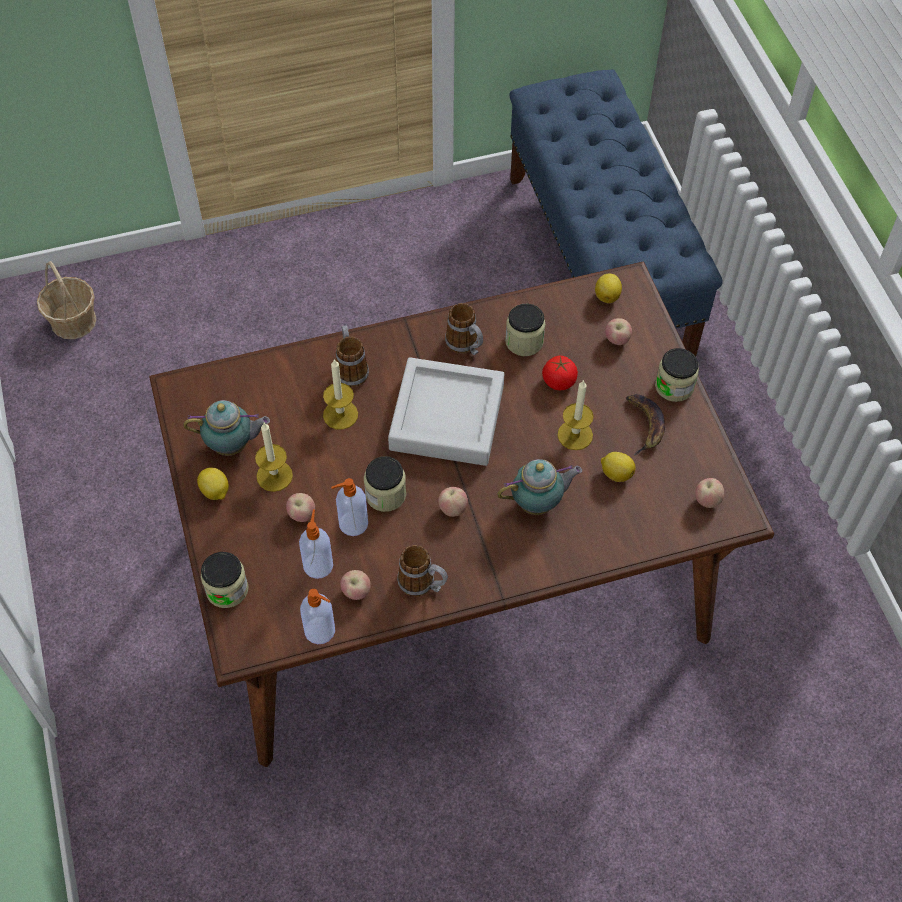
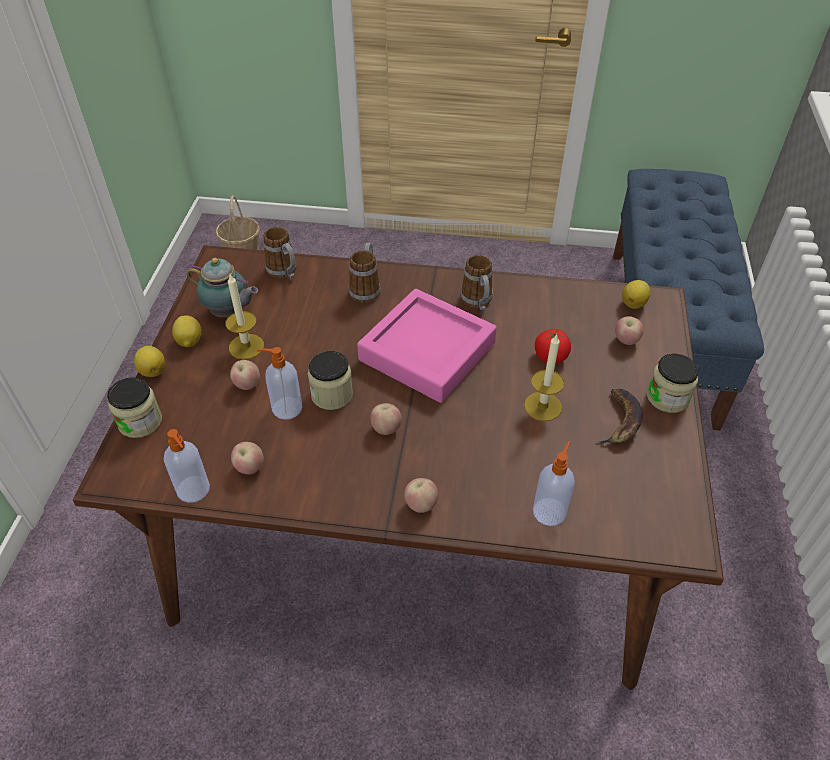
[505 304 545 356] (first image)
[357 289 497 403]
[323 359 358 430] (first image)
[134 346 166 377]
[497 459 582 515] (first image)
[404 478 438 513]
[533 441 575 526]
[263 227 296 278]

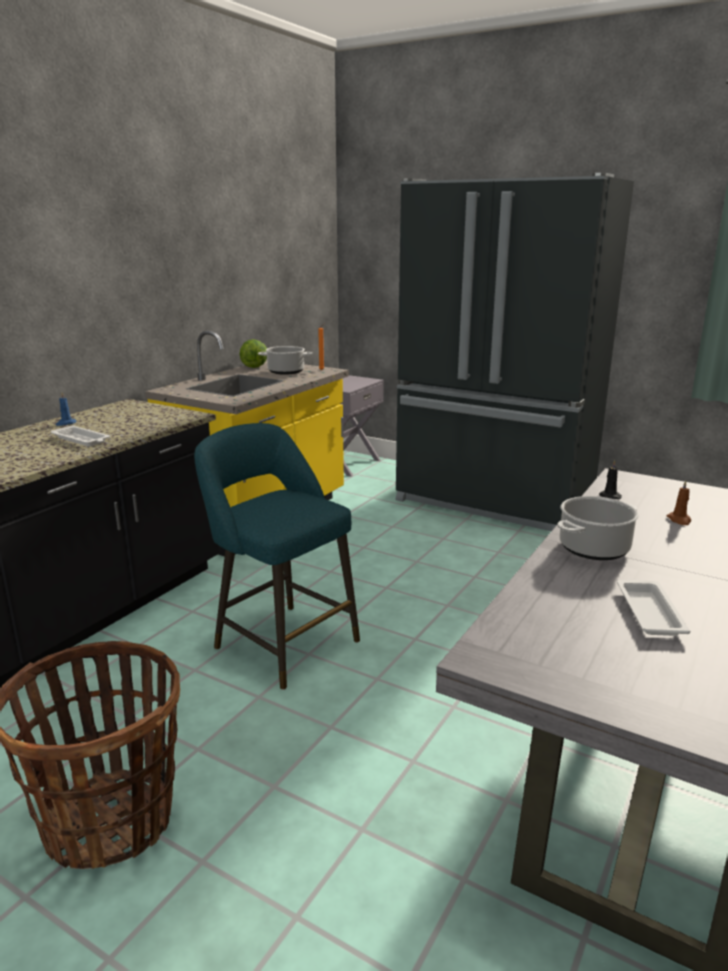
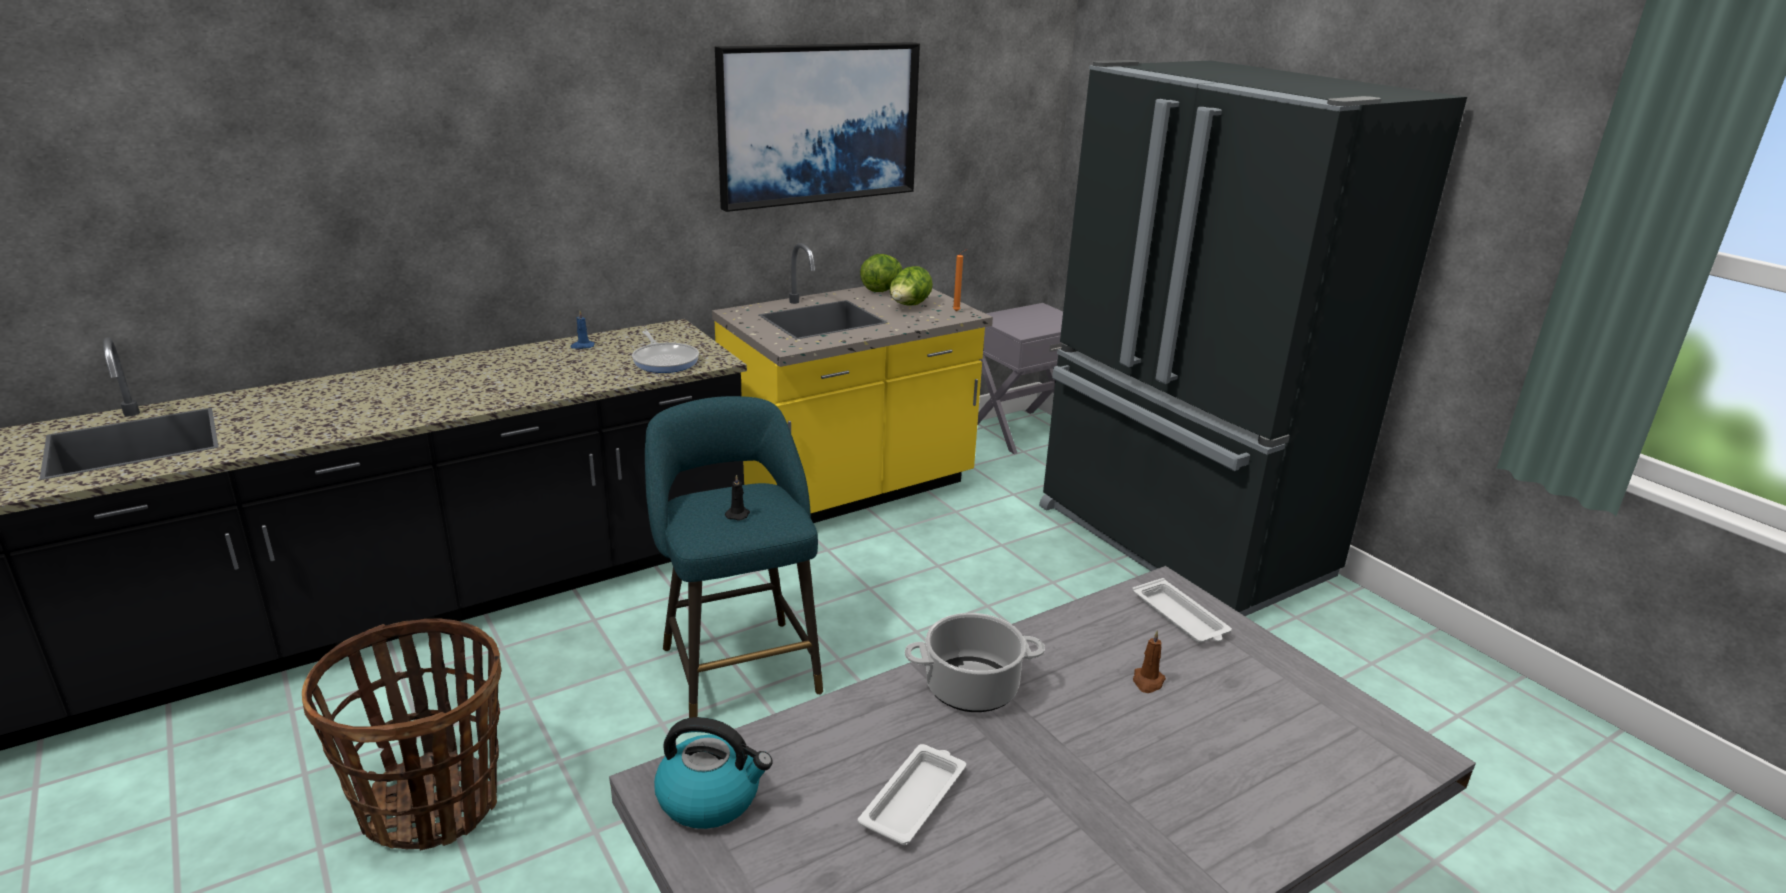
[890 266 933 306]
[1132 578 1232 643]
[725 474 750 521]
[715 42 920 212]
[632 331 699 373]
[654 717 773 829]

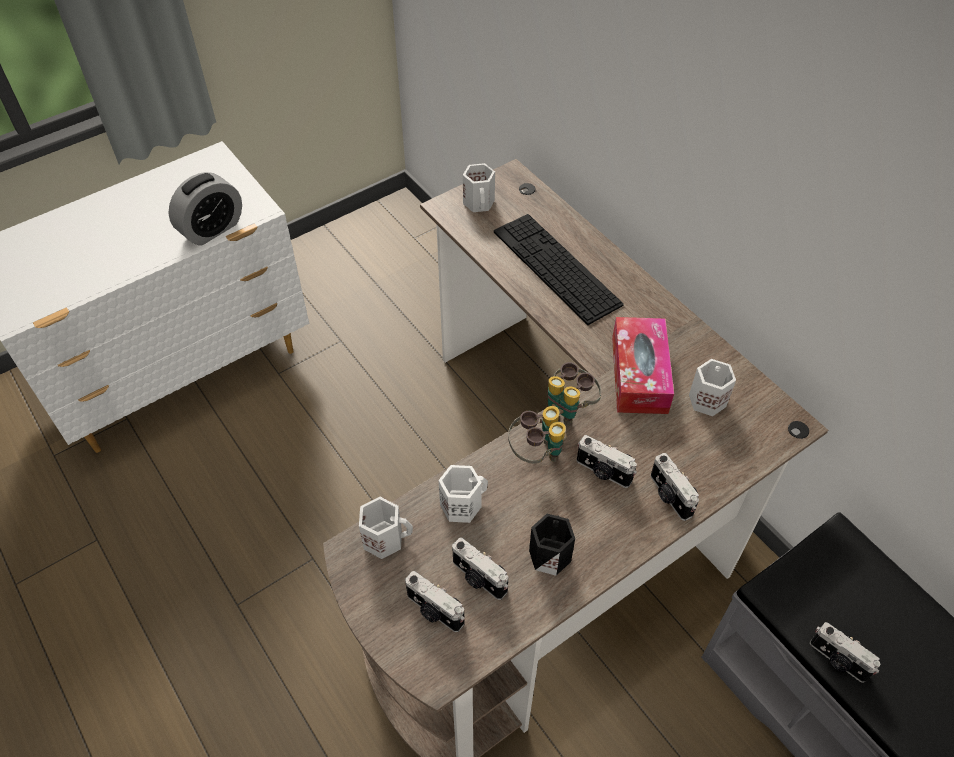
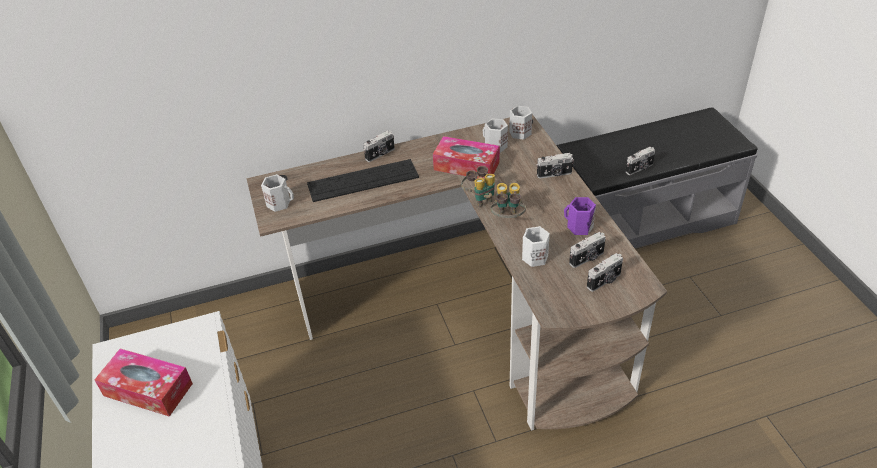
[169 172 242 246] (first image)
[363 131 395 162]
[509 106 532 140]
[564 197 596 235]
[94 349 193 417]

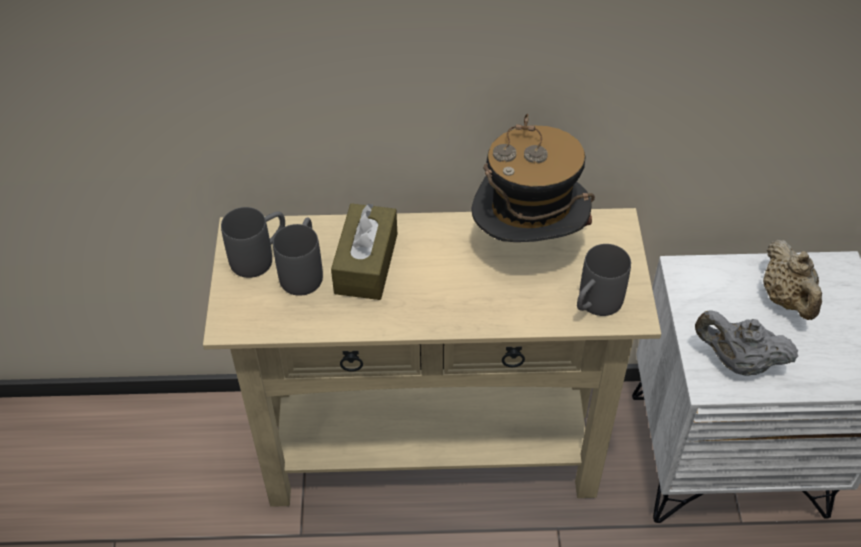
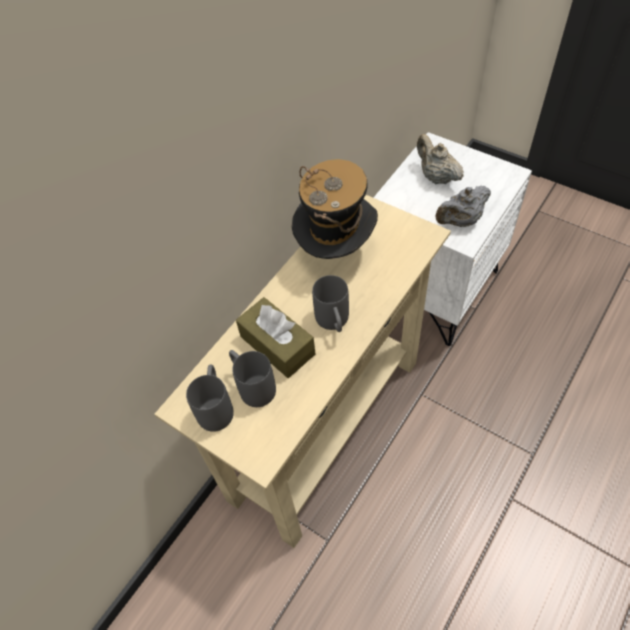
[417 134 464 184]
[312 275 349 332]

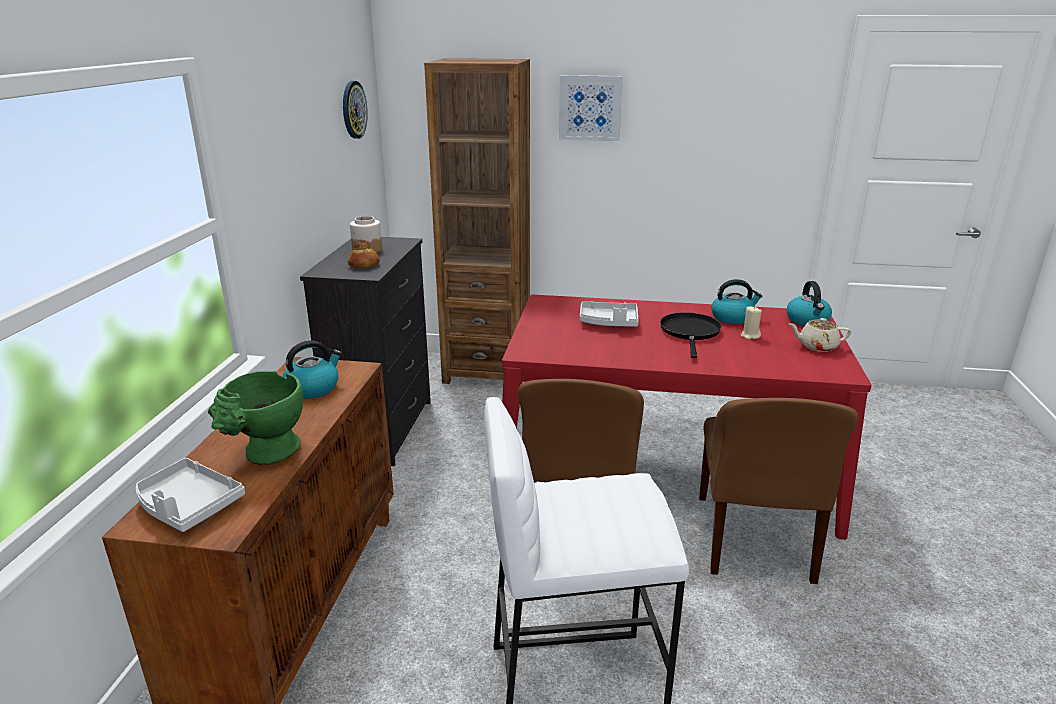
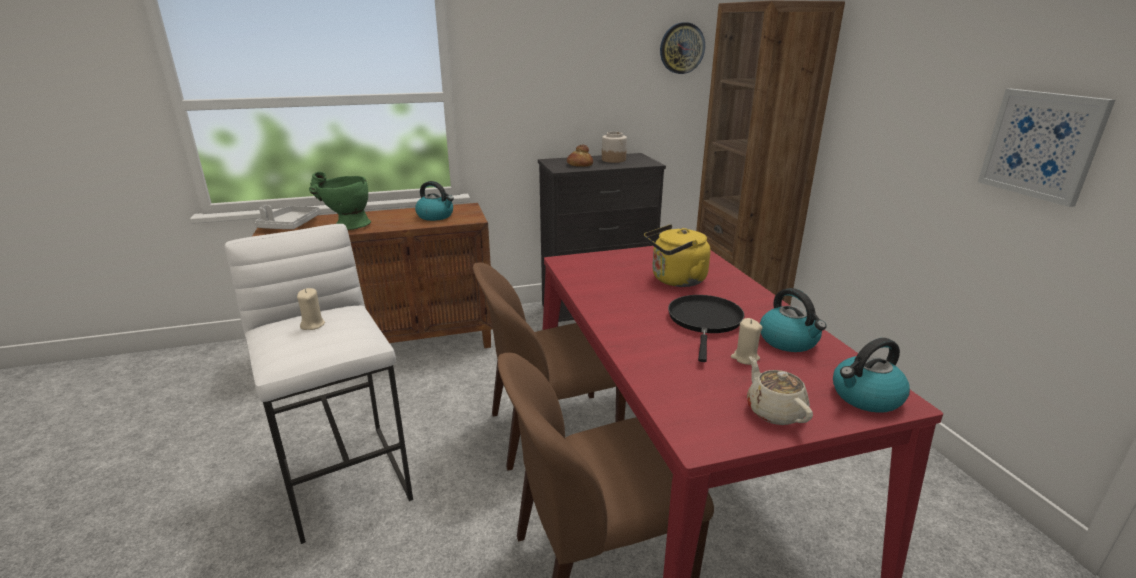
[978 89 1115 207]
[644 224 710 287]
[668 295 744 362]
[297 288 325 330]

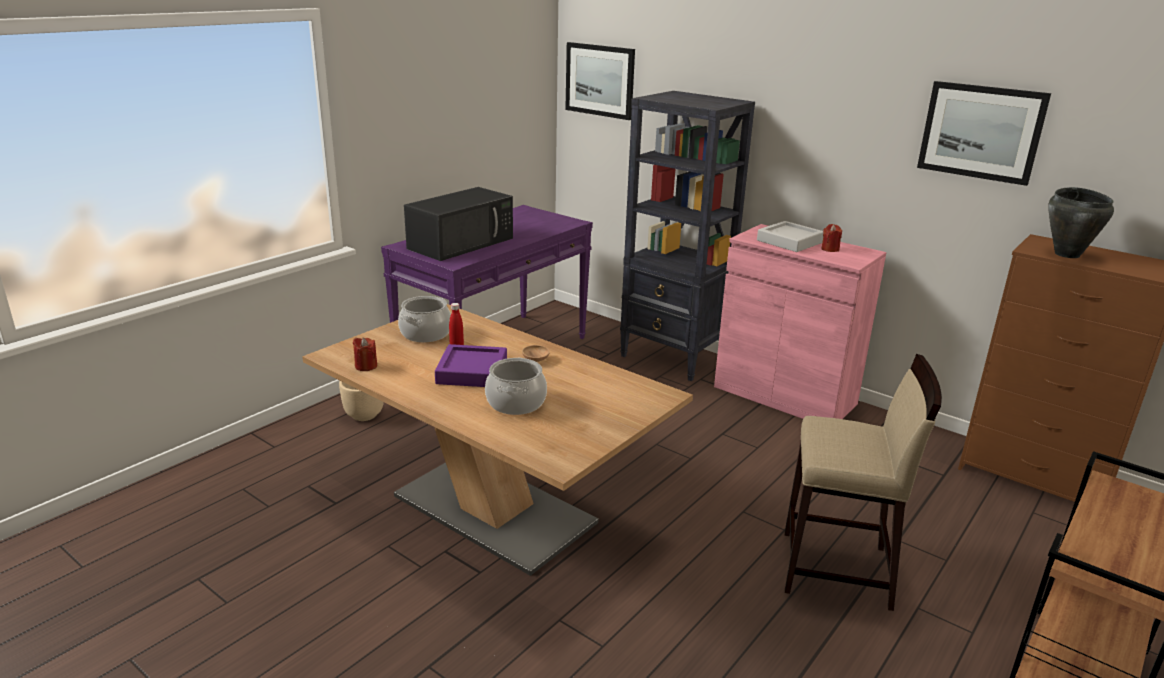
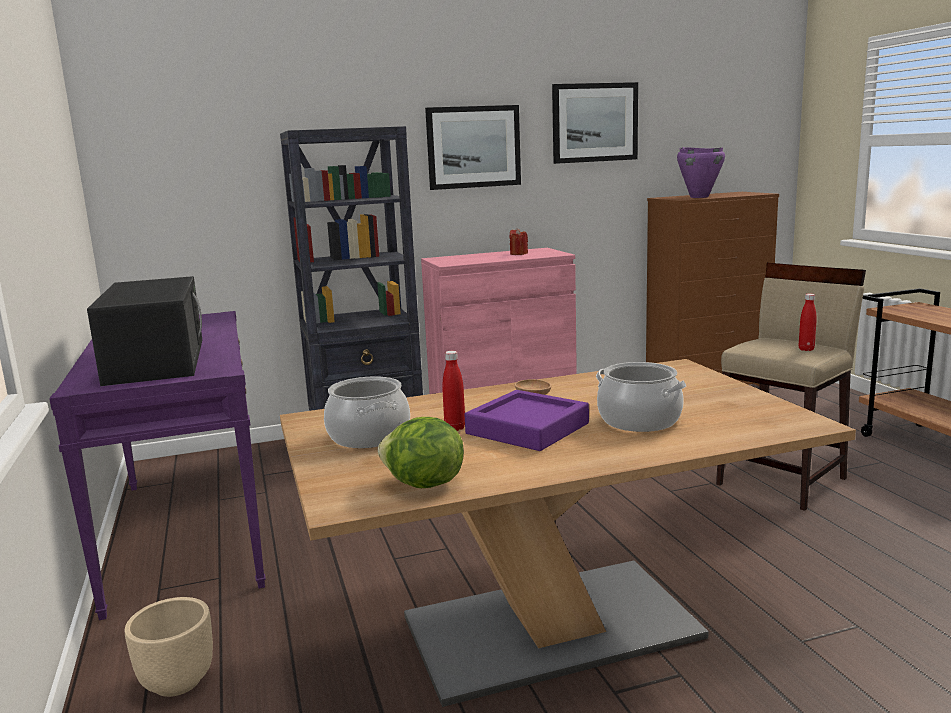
[425 105 521 190]
[677 147 725 198]
[757 221 824 252] (first image)
[378 417 464 488]
[799 294 817 351]

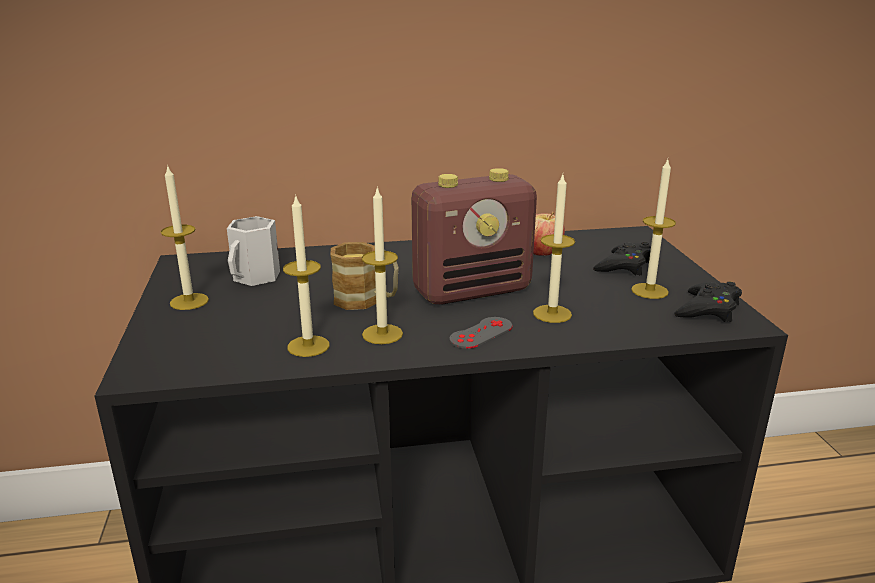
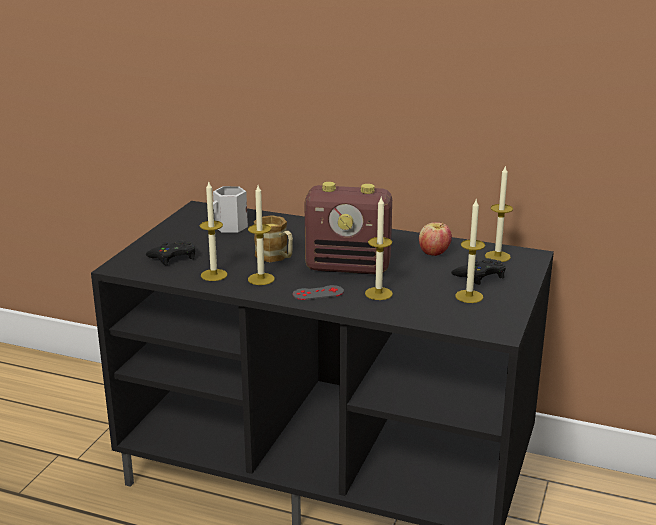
[485 165 513 262]
[146 240 195 265]

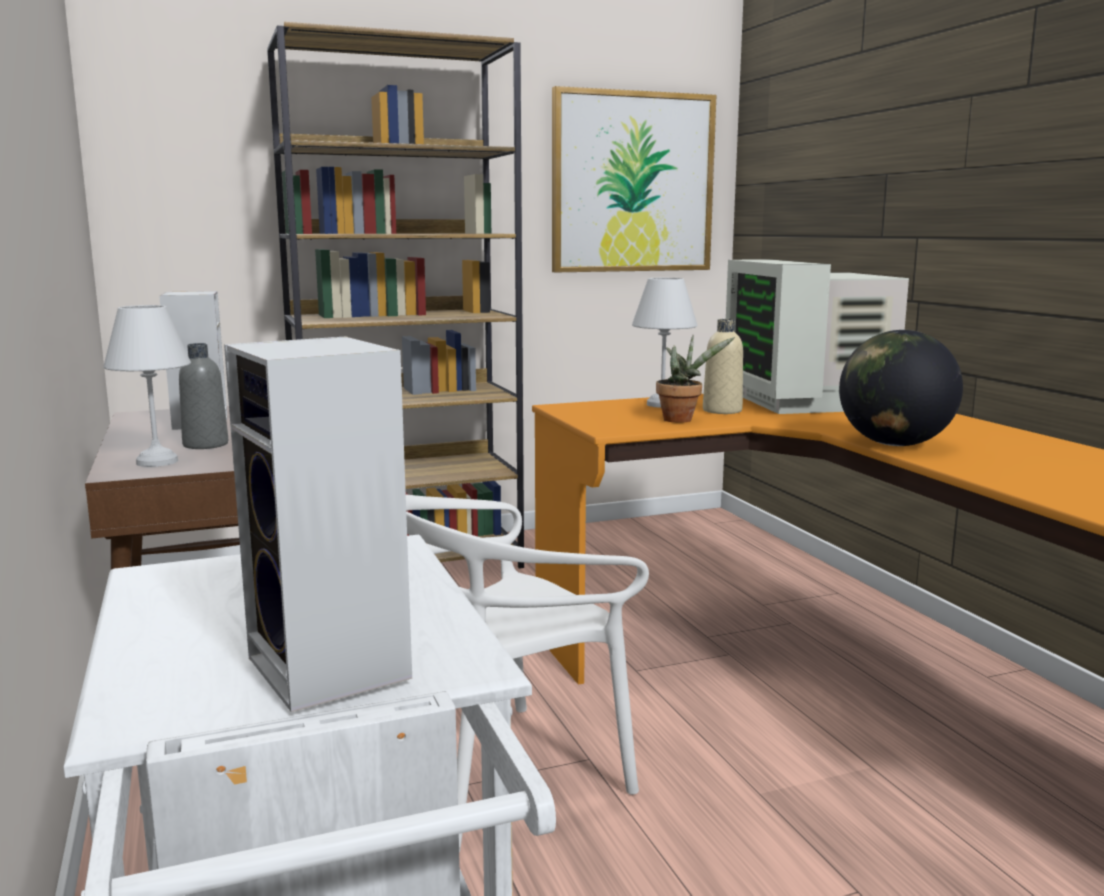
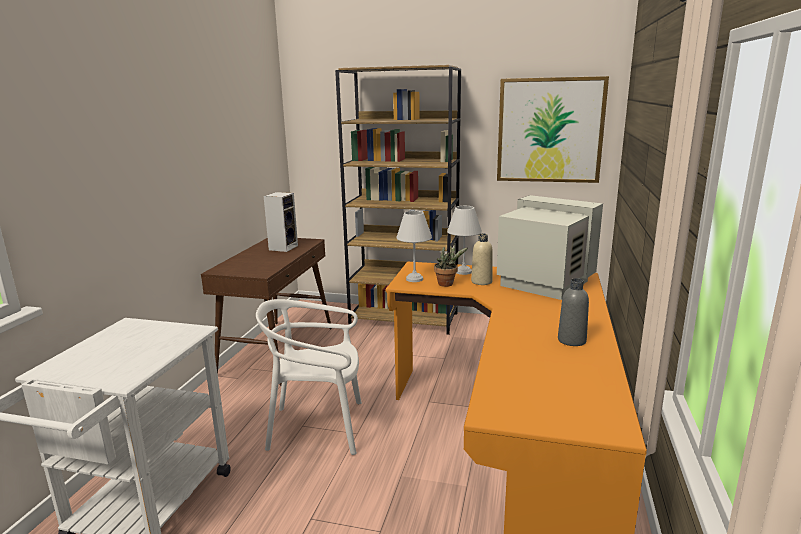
[497 195 603 300]
[396 211 432 282]
[839 330 963 446] (first image)
[224 336 412 712] (first image)
[558 278 589 346]

